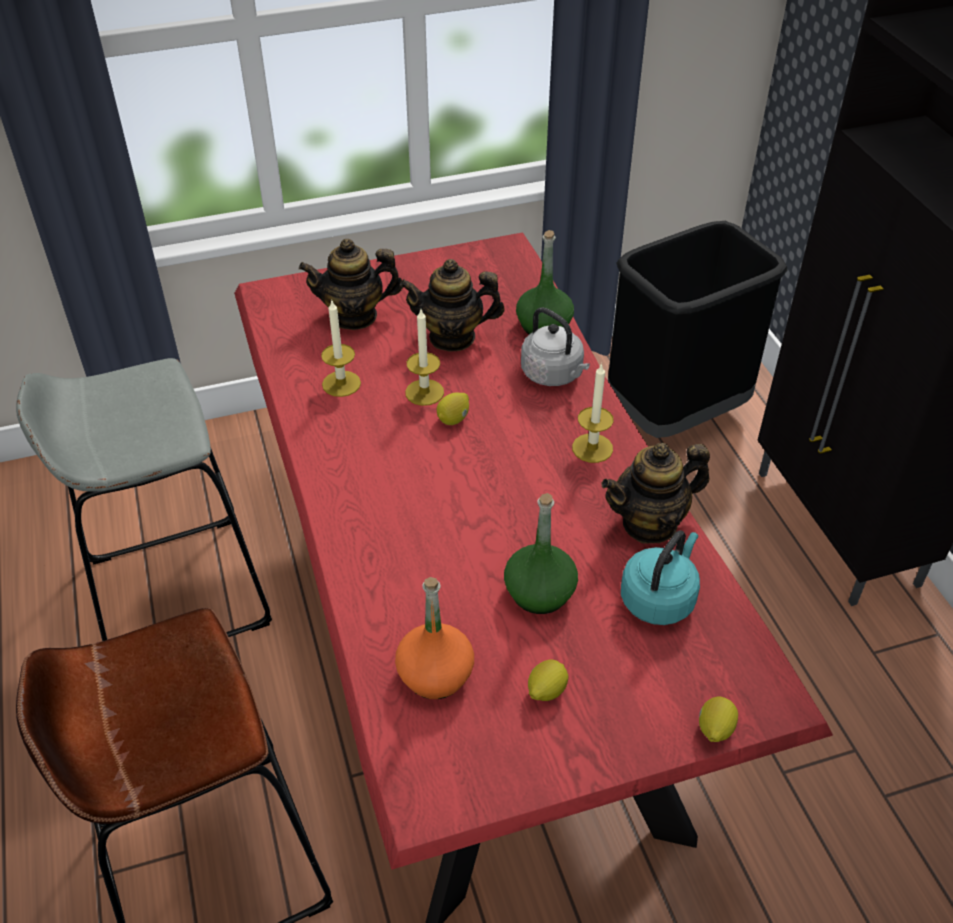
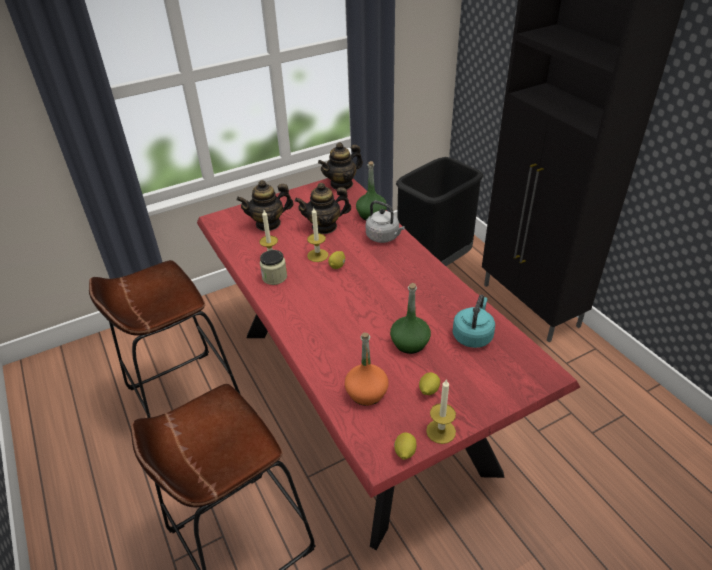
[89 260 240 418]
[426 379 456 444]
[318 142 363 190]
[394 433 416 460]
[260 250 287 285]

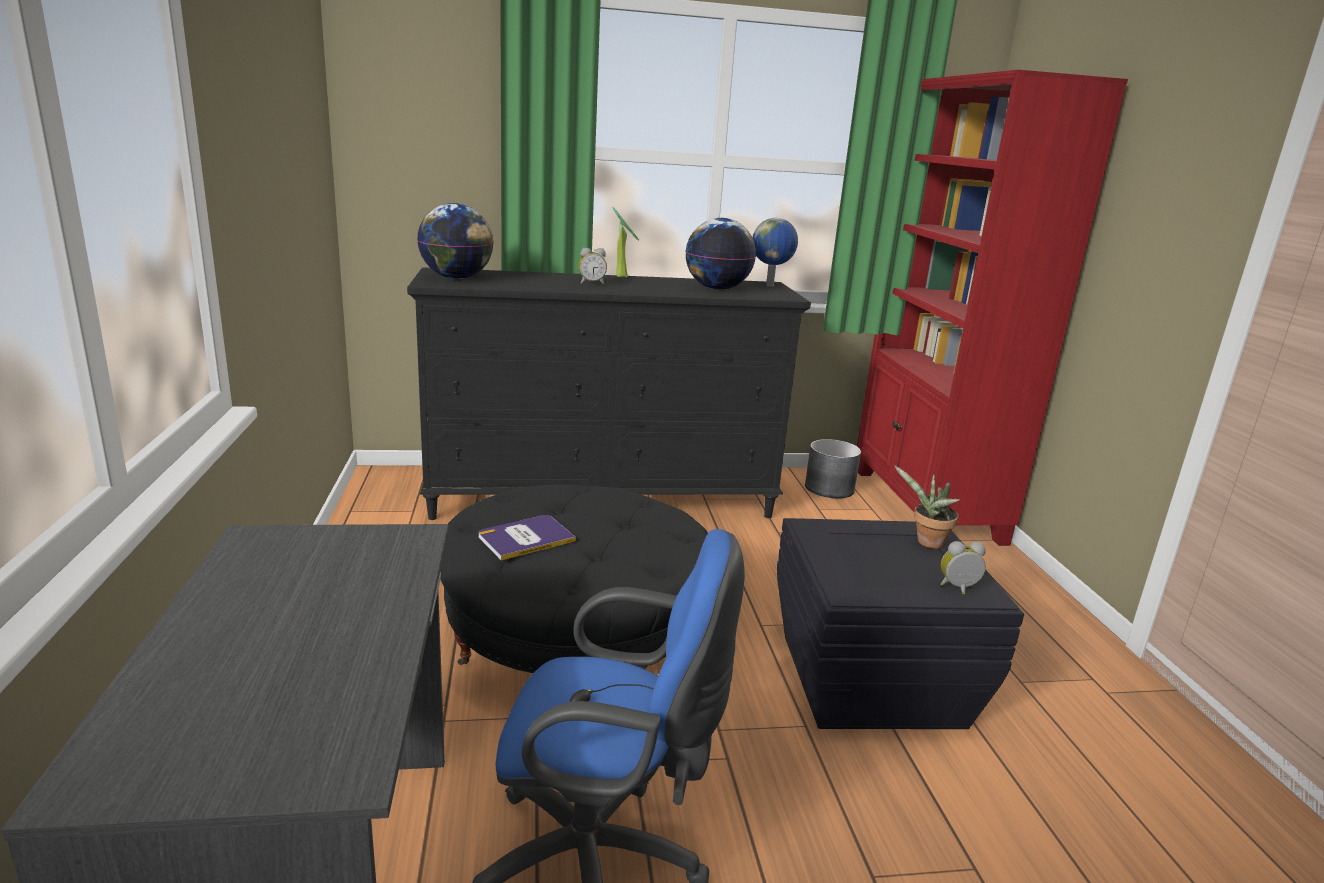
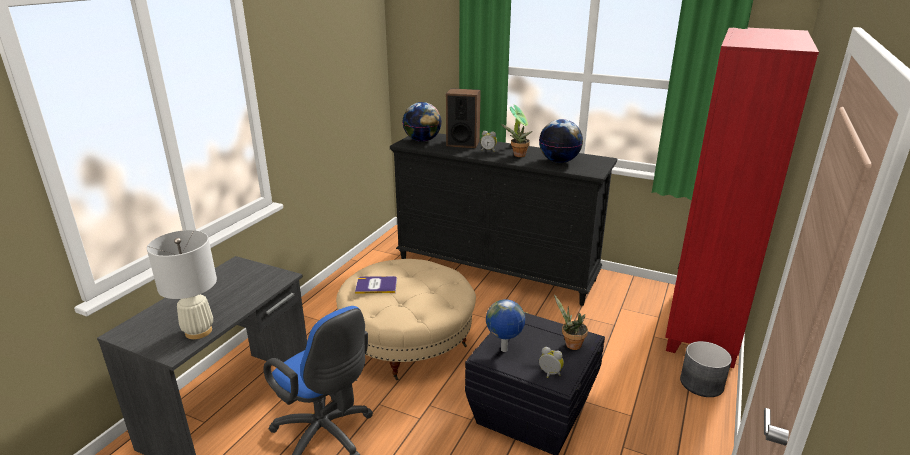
[486 299 525 352]
[680 341 732 397]
[336 259 476 380]
[446 88 481 148]
[501 124 532 157]
[147 230 217 339]

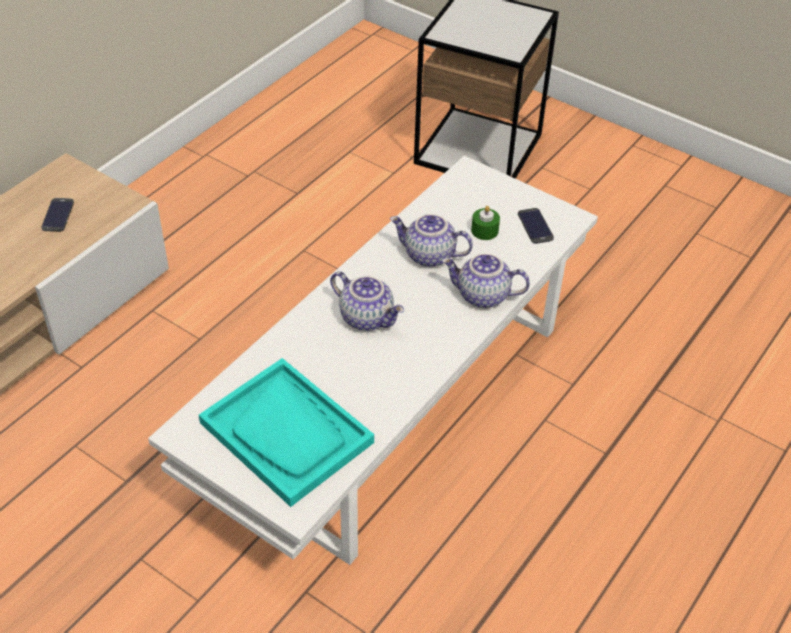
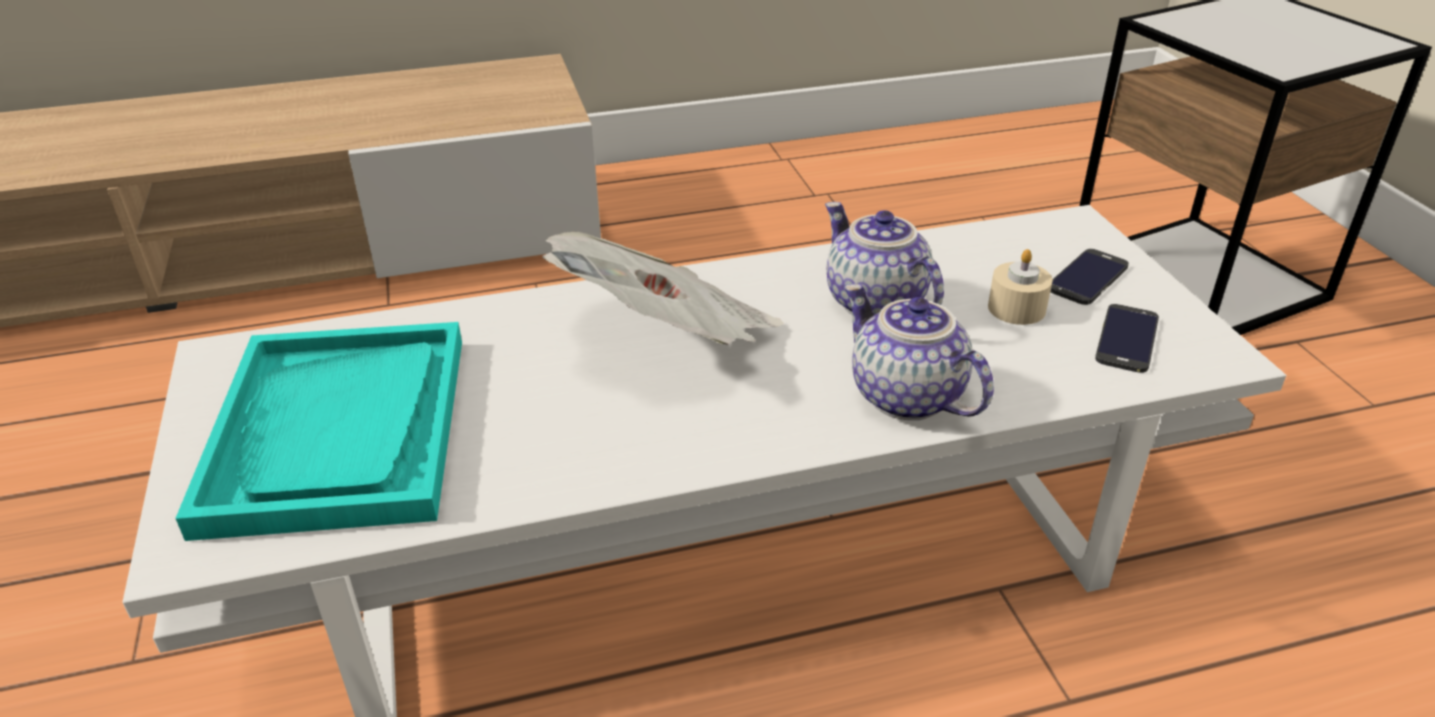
[1050 249 1129 305]
[988 249 1053 325]
[542 232 784 345]

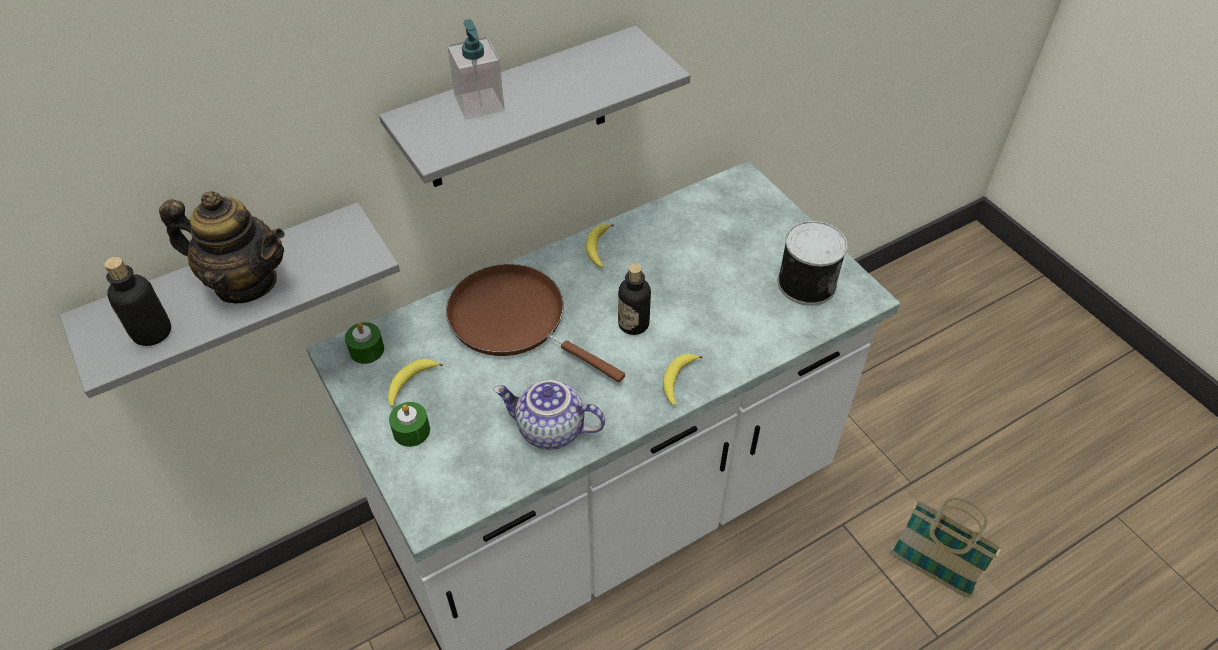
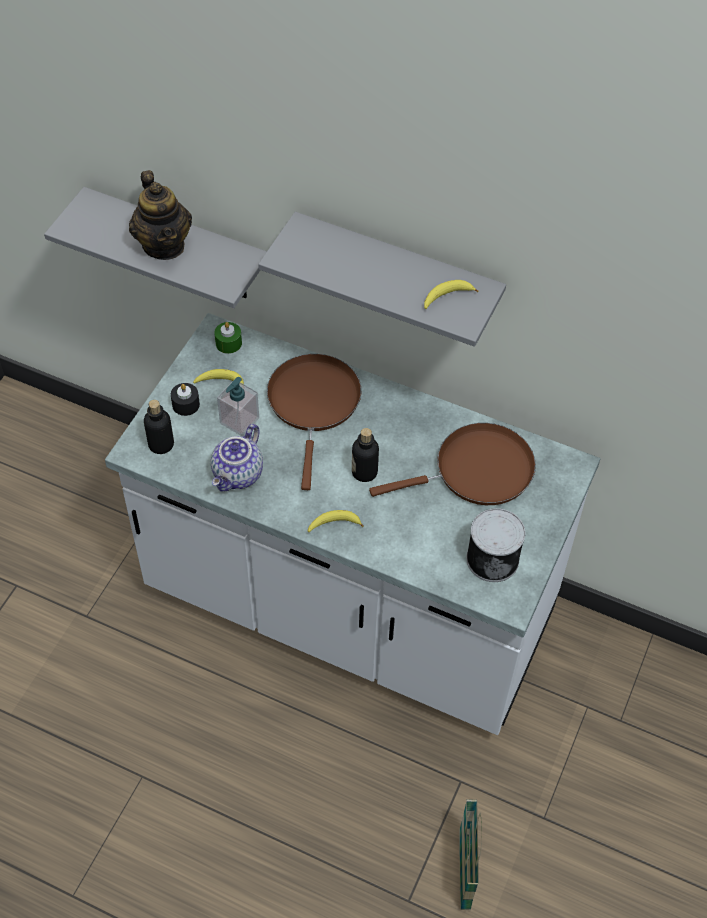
[217 377 259 436]
[424 280 479 309]
[144 400 174 454]
[211 424 263 492]
[171 383 200 416]
[369 423 536 505]

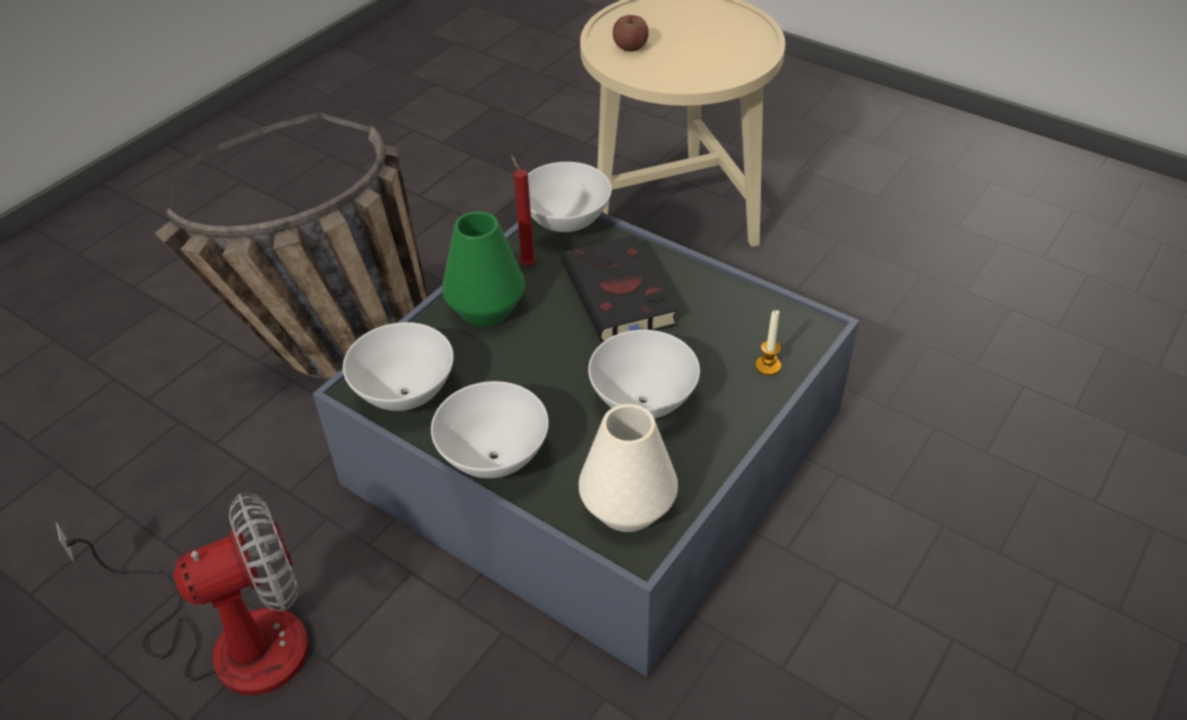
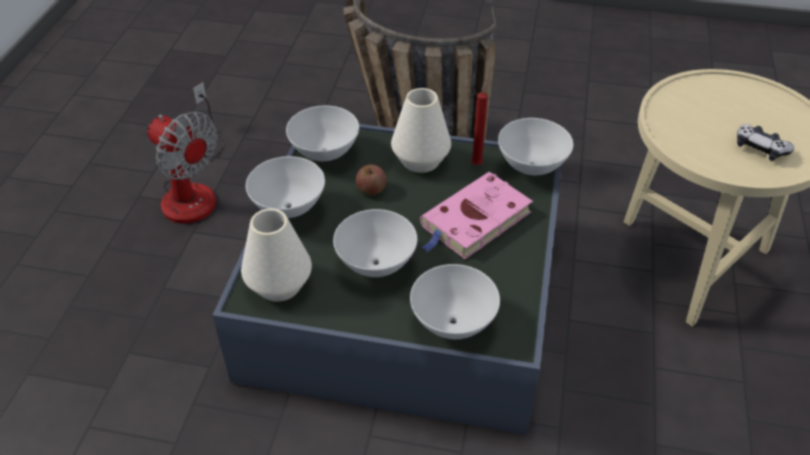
[356 165 387 195]
[391 88 451 173]
[420 172 533 259]
[410 264 500 339]
[737 124 794 161]

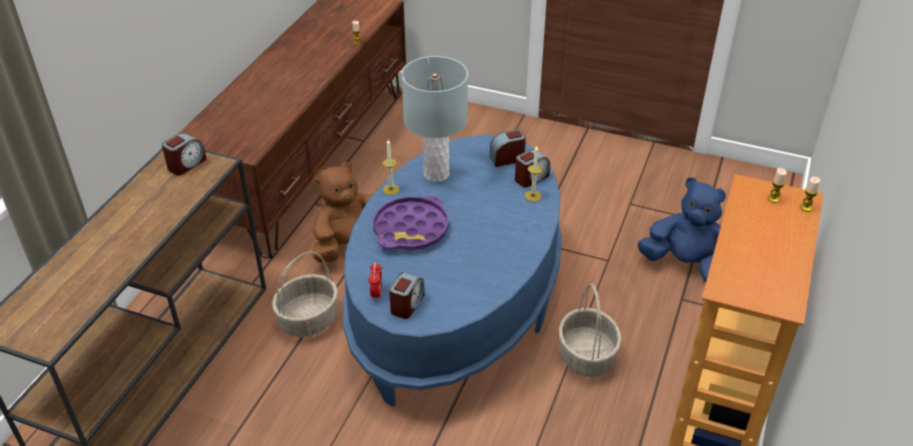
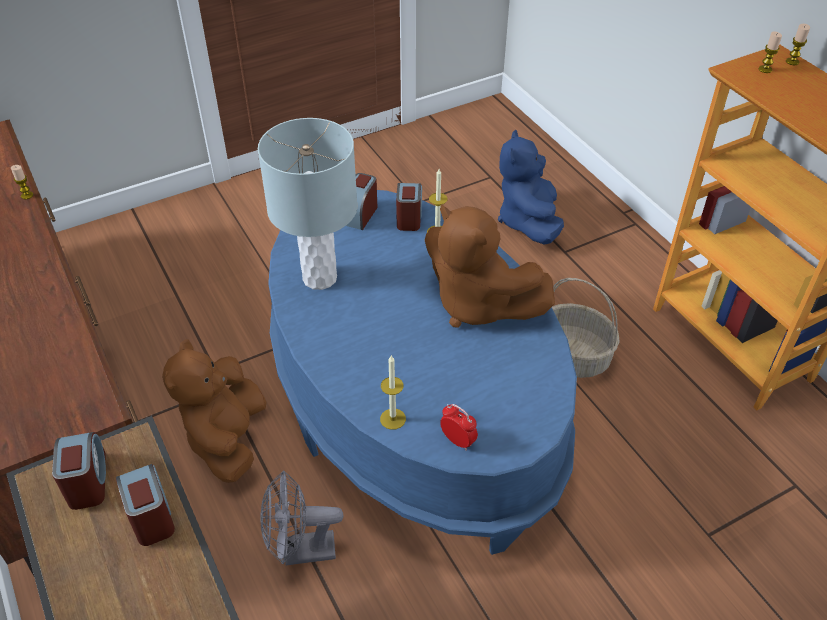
[380 356 406 430]
[498 130 564 244]
[373 196 449 250] (first image)
[260 471 343 566]
[116 464 175 546]
[425 204 555 328]

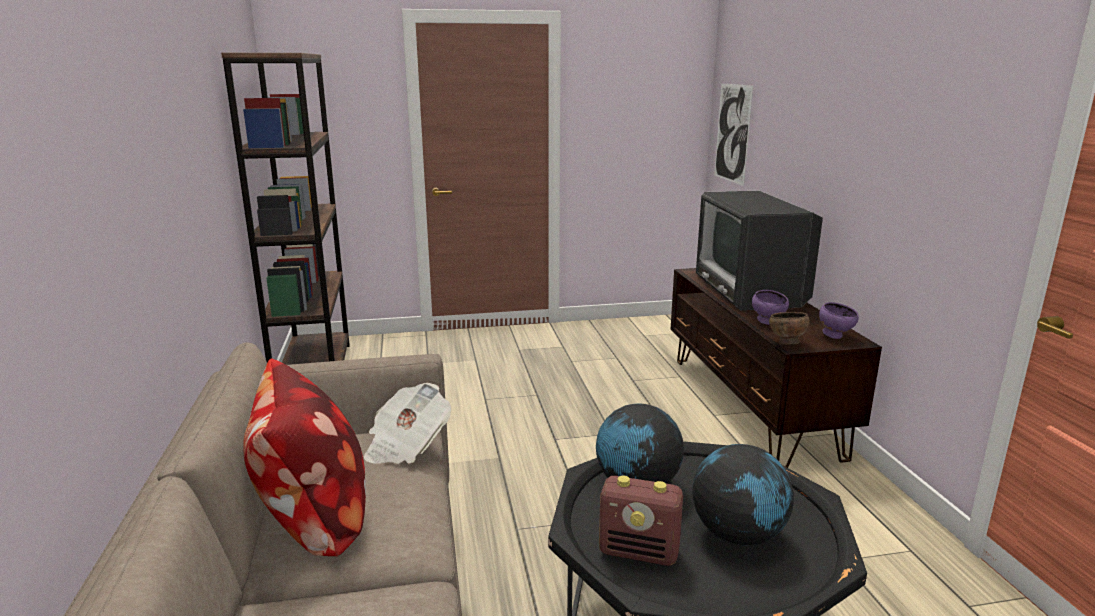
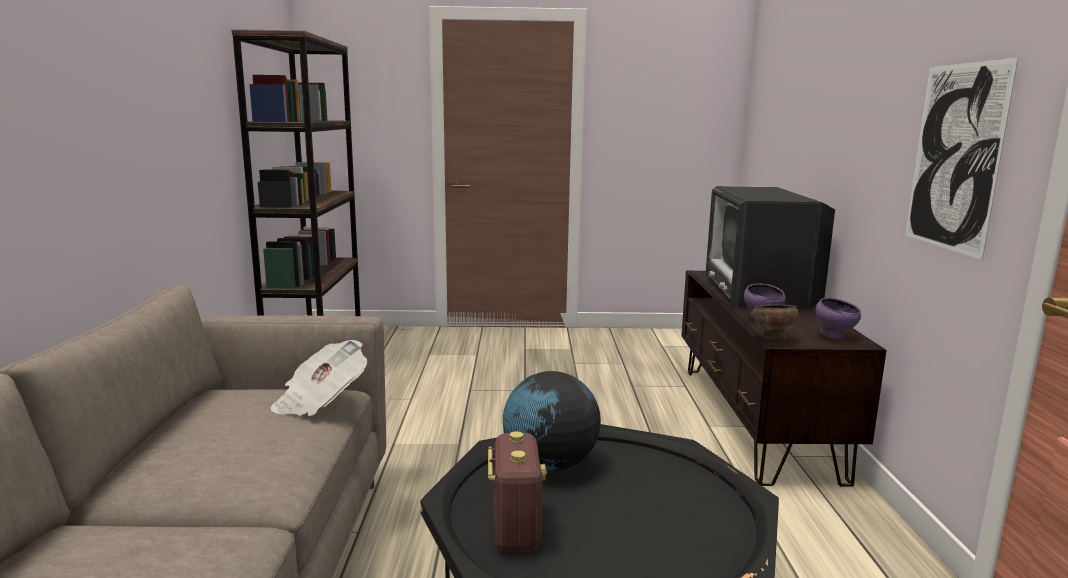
[905 57 1019 260]
[243 358 366 556] (first image)
[692 444 794 545] (first image)
[488 431 547 552]

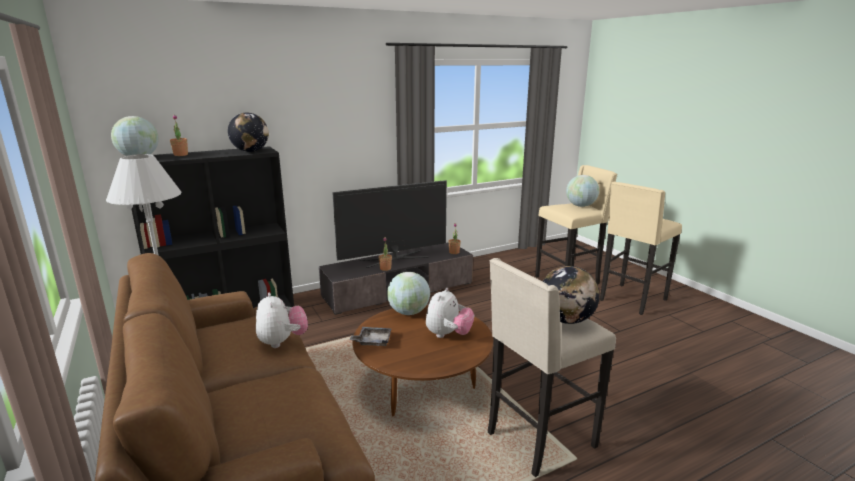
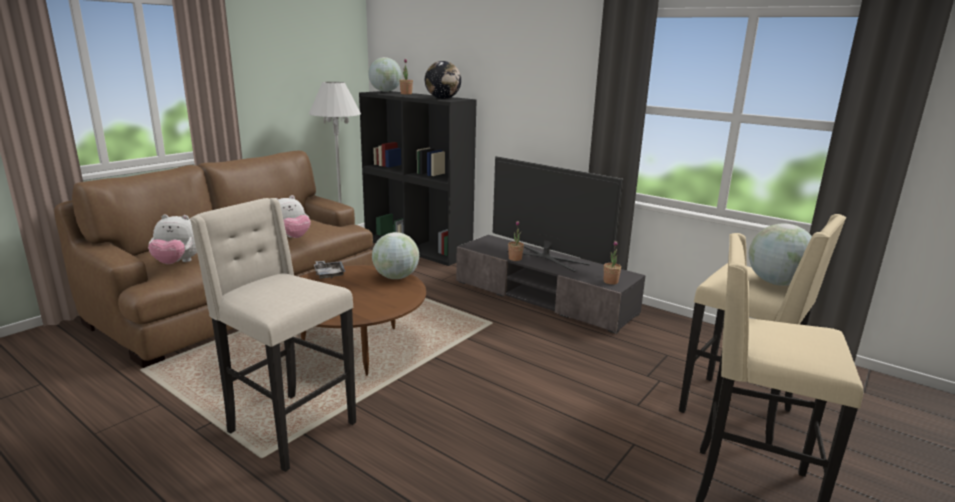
[543 266 600 324] (first image)
[148 214 197 264]

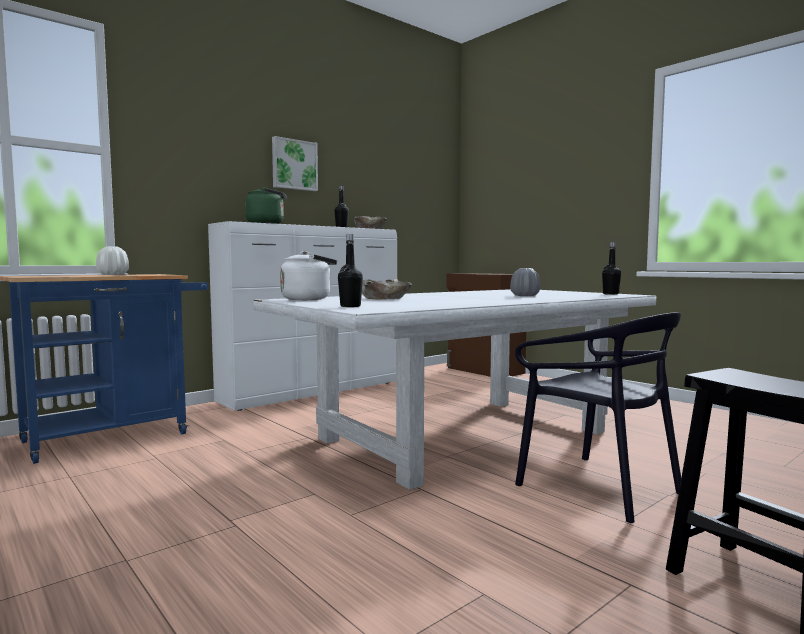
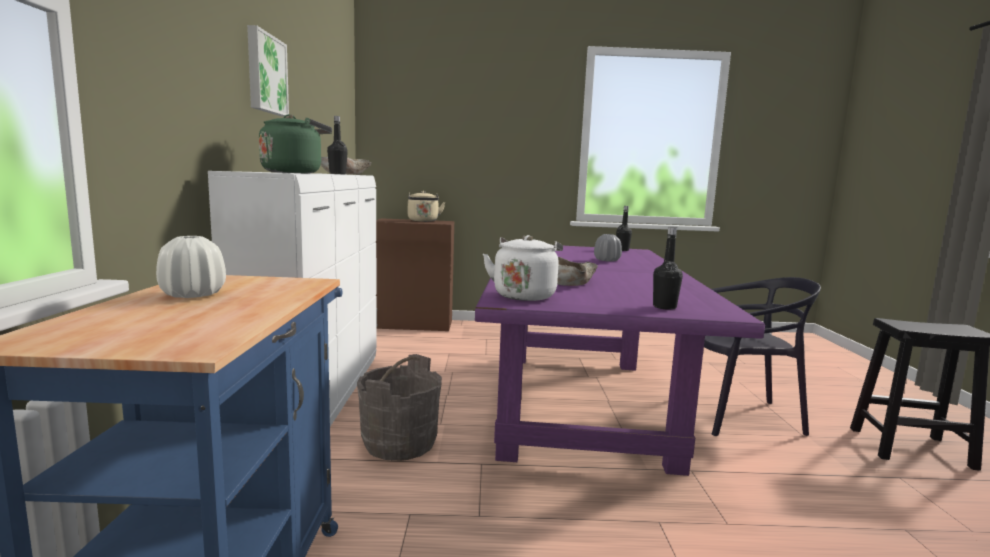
[475 246 765 476]
[408 191 445 222]
[357 354 442 461]

